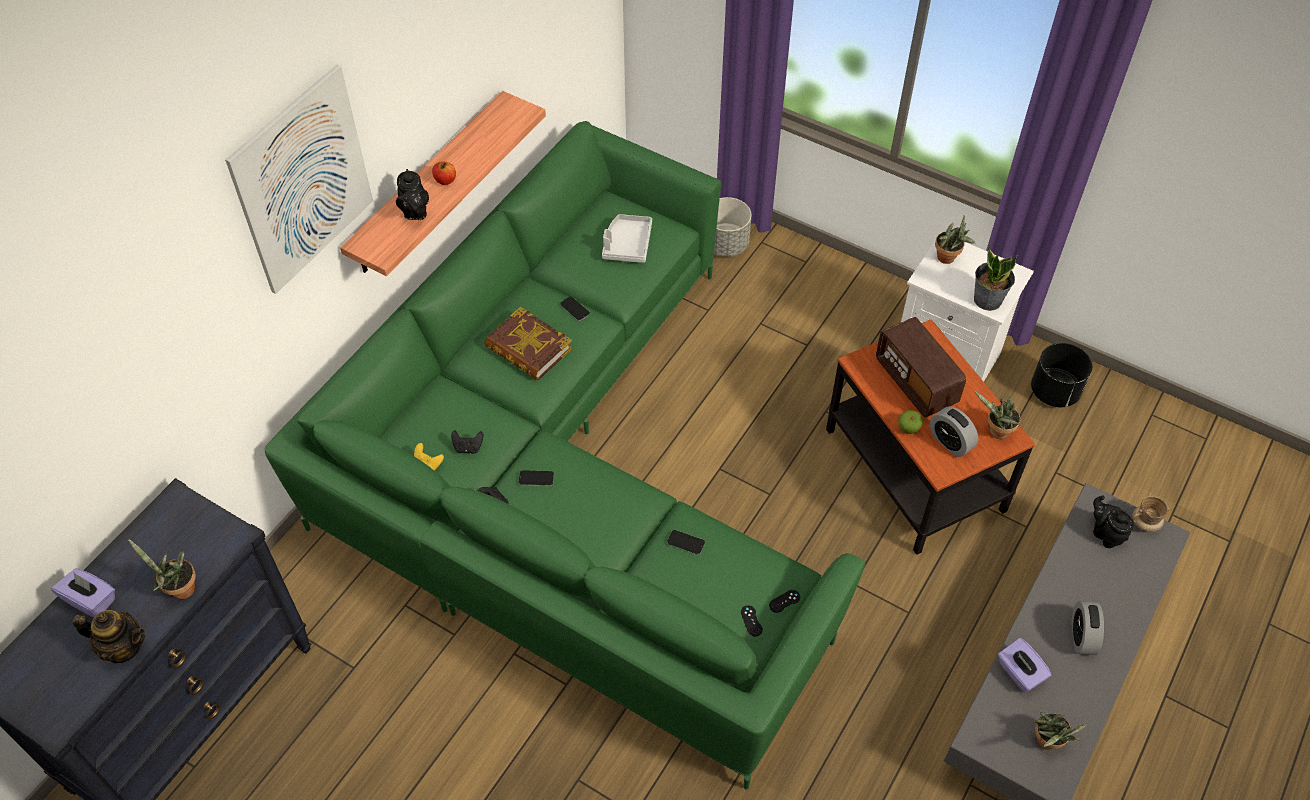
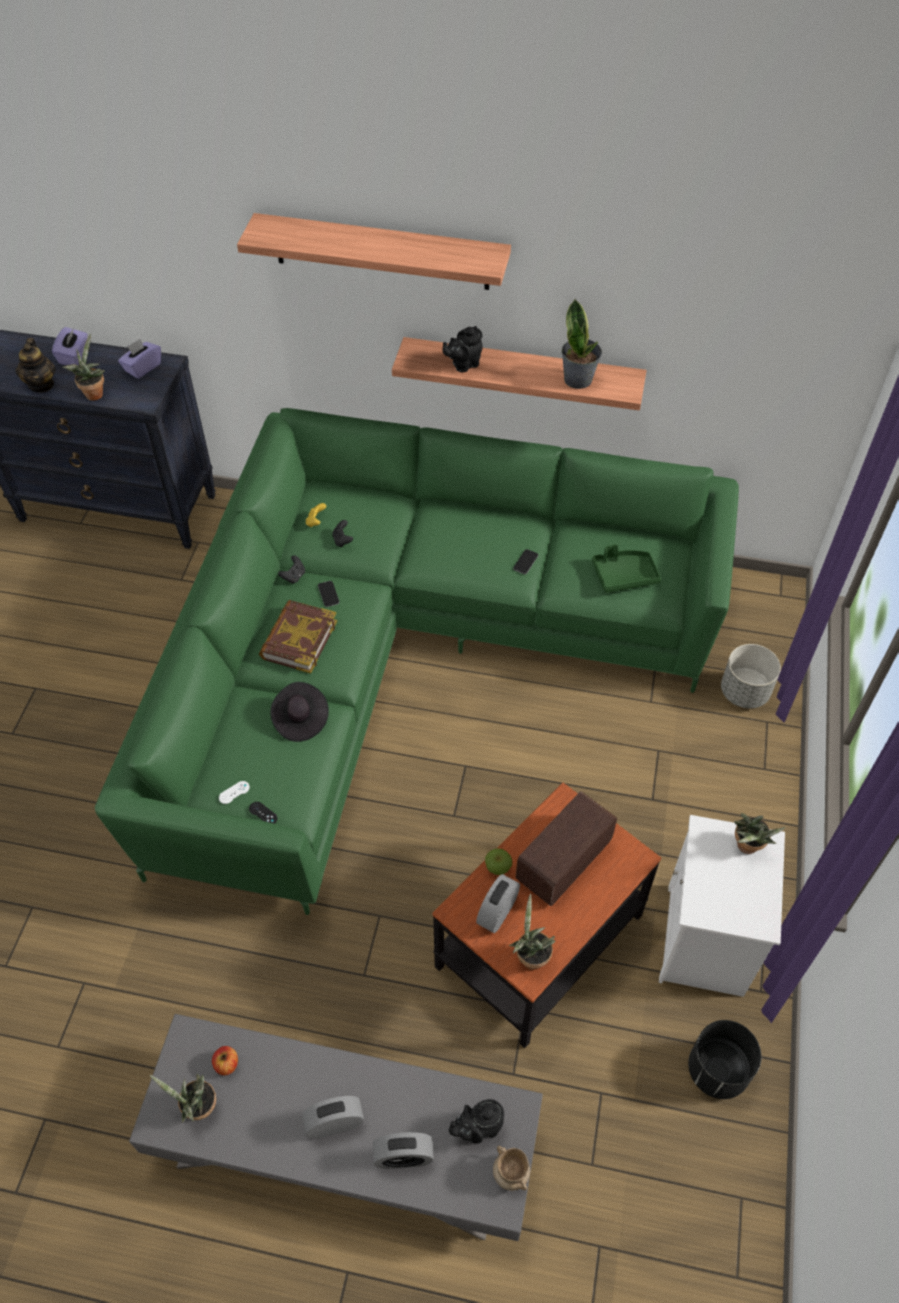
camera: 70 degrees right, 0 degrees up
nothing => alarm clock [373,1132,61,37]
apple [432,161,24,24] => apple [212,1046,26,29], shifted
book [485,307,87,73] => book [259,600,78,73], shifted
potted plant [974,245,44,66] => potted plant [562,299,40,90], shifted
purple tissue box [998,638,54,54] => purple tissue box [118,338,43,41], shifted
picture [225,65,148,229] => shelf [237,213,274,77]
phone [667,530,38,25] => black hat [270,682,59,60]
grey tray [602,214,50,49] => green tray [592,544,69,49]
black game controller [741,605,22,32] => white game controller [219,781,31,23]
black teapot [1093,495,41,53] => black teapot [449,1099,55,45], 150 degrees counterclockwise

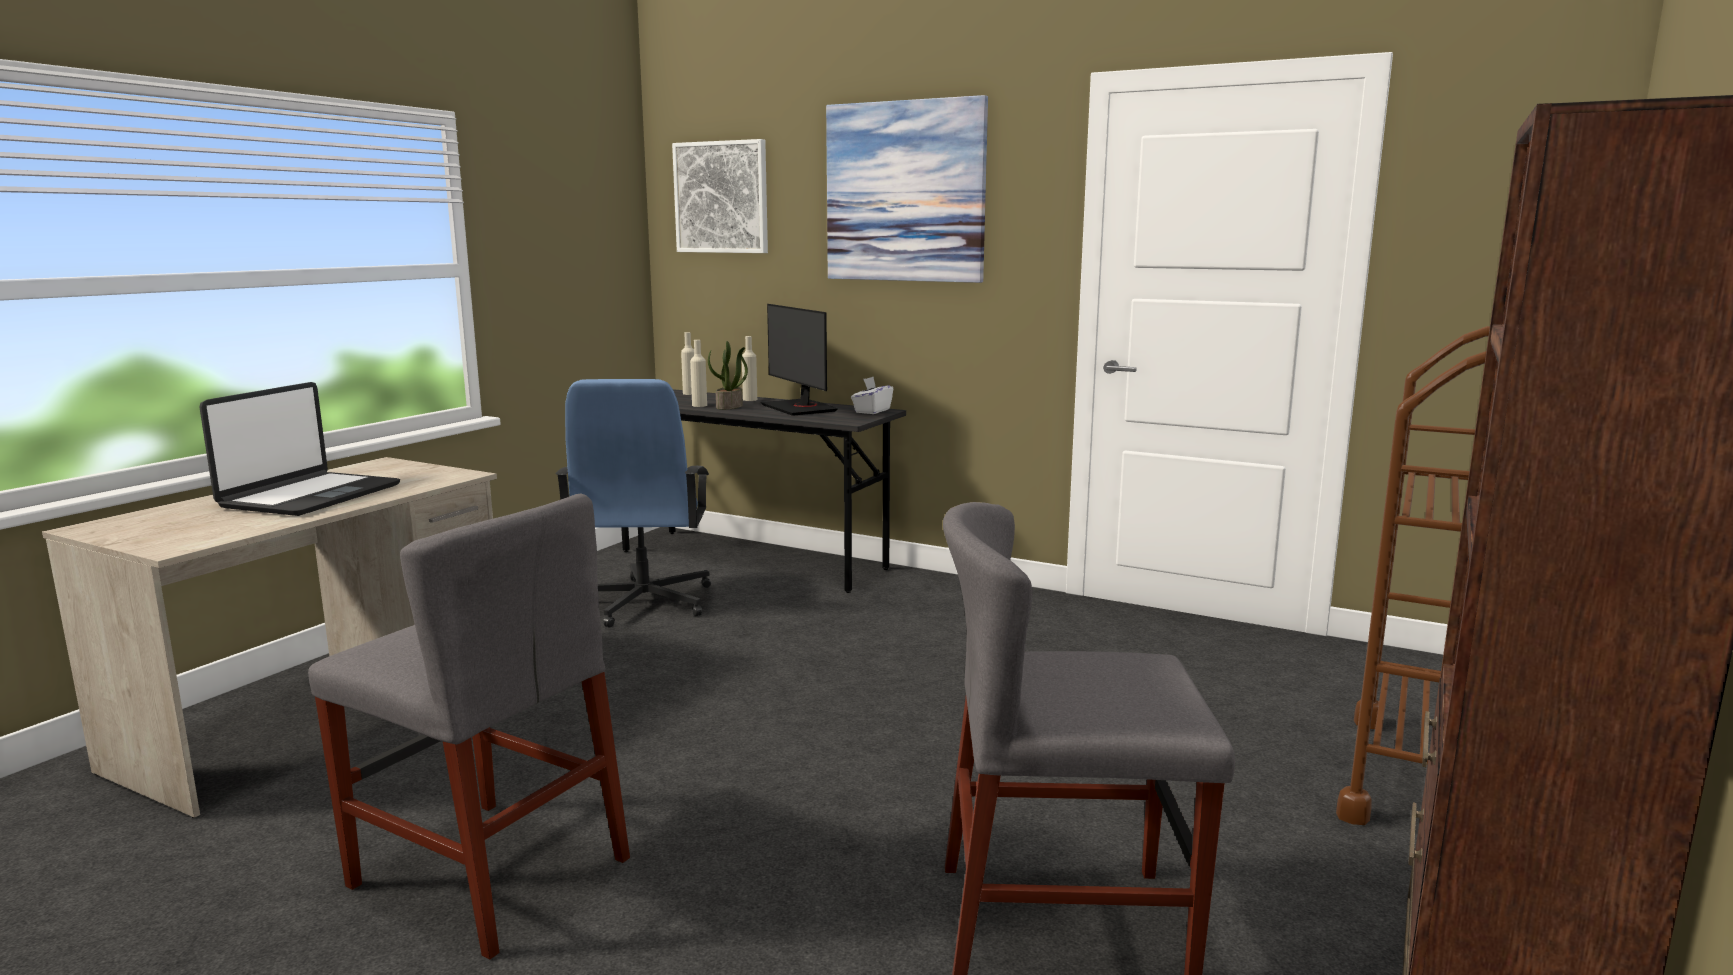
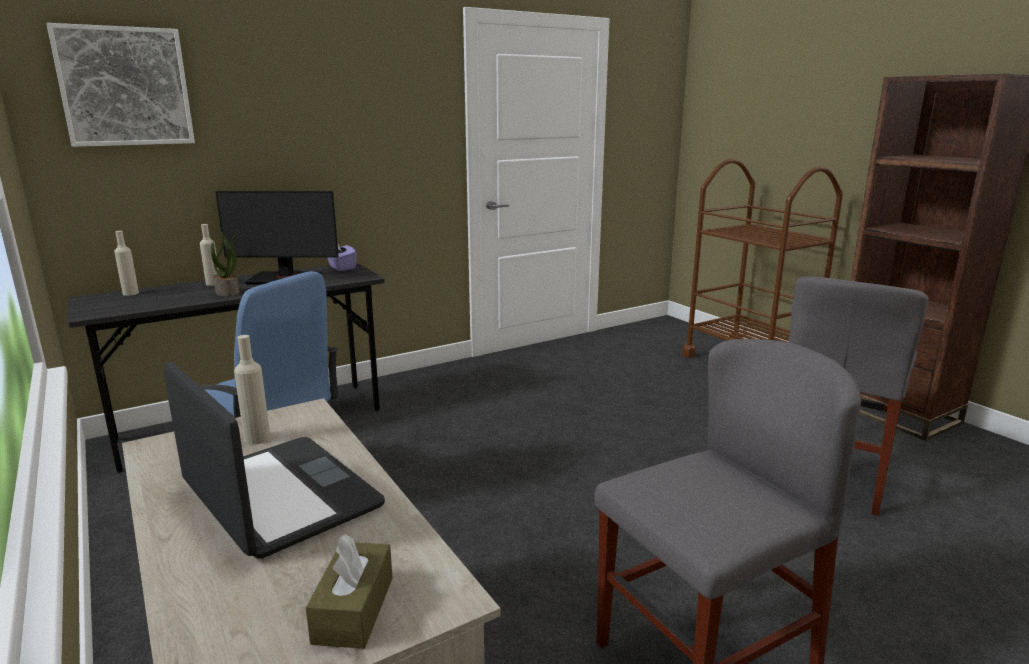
camera: 60 degrees left, 5 degrees up
picture [826,95,162,188] => nothing
nothing => brown tissue box [306,534,87,115]
beige bottle [690,340,17,67] => beige bottle [234,335,36,110], shifted
white tissue box [851,377,42,37] => purple tissue box [328,244,29,27]

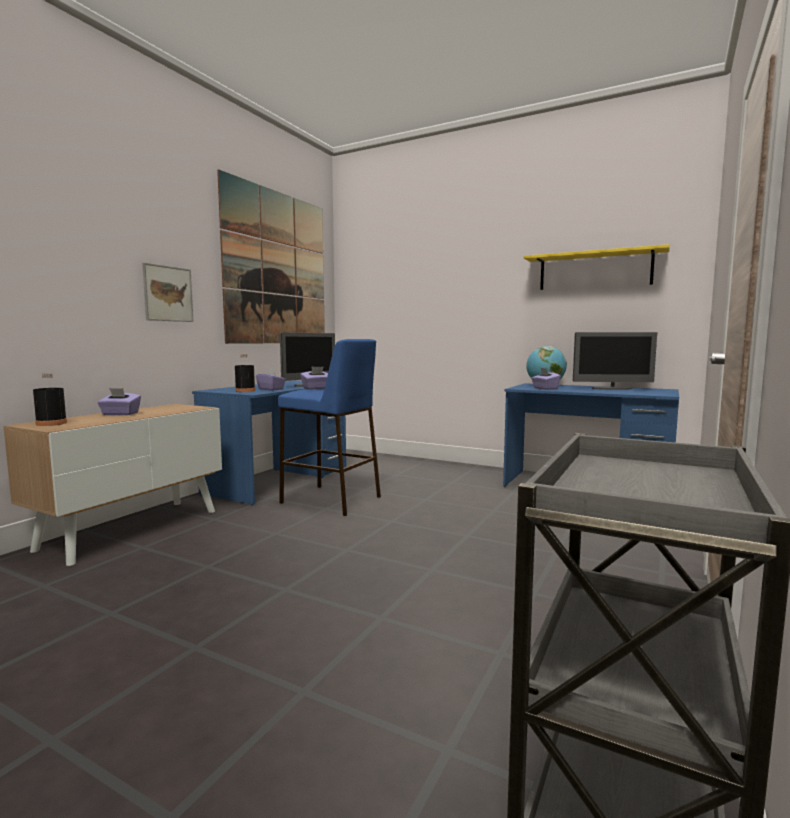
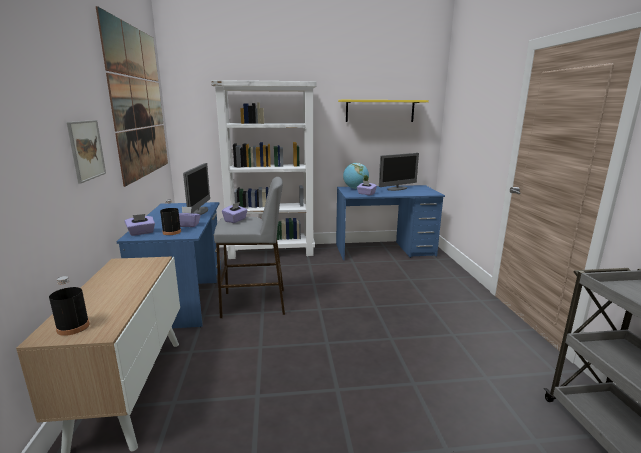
camera: 35 degrees left, 10 degrees up
nothing => white bookcase [211,80,105,179]
purple tissue box [97,388,44,27] => purple tissue box [125,214,30,22], shifted
blue stool [278,339,103,177] => grey stool [214,177,71,141]

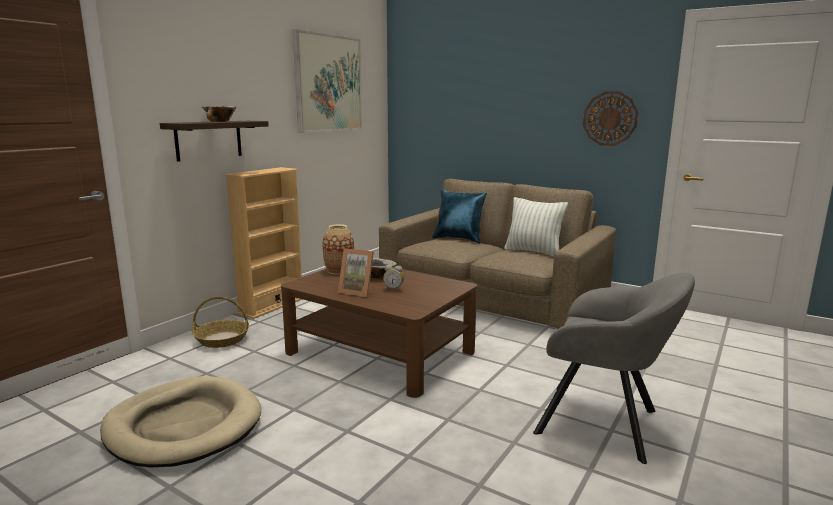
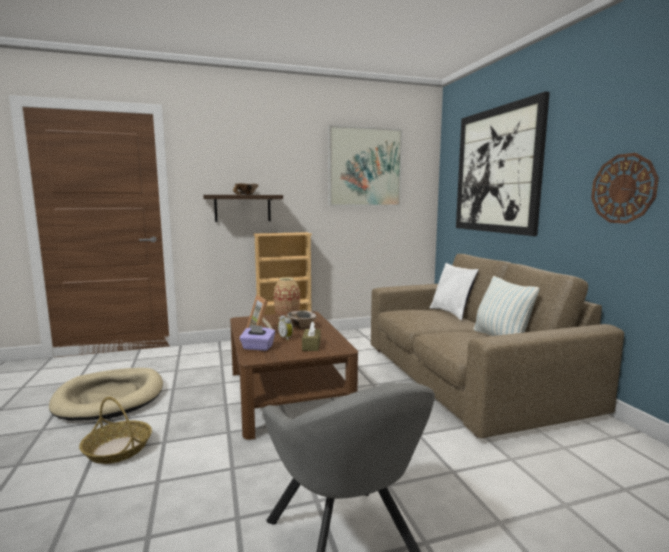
camera: 40 degrees right, 5 degrees down
nothing => purple tissue box [239,325,36,26]
nothing => brown tissue box [302,321,18,30]
nothing => picture [456,91,94,145]
basket [192,297,57,51] => basket [79,397,73,67], shifted
blue pillow [432,190,55,53] => white pillow [430,263,49,57]

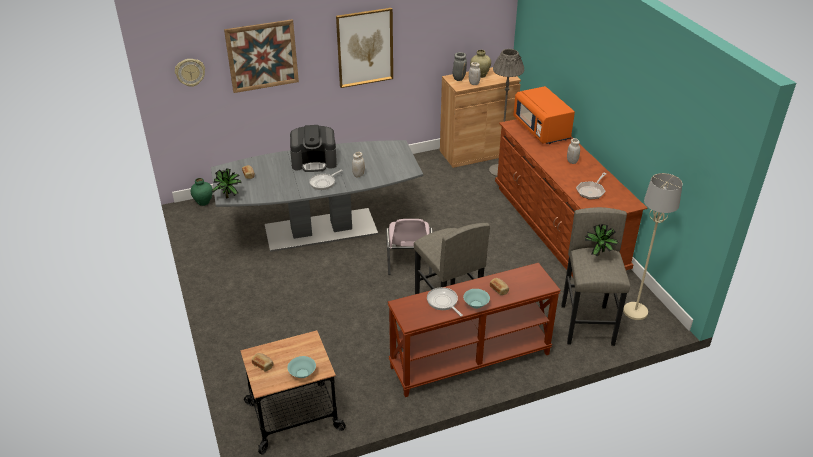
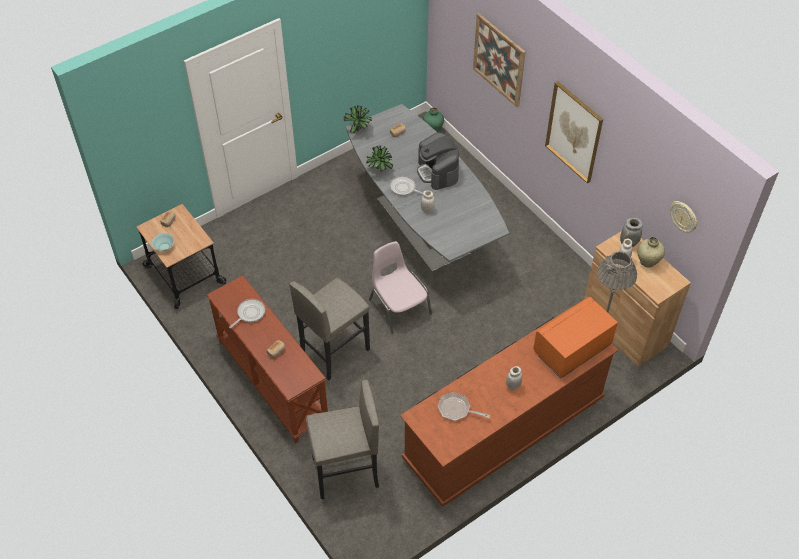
camera: 75 degrees right, 15 degrees up
turquoise bowl [463,289,27,20] => nothing
beige floor lamp [623,173,60,147] => nothing
wall clock [175,59,30,28] => wall clock [670,201,28,32], shifted
potted plant [585,224,34,33] => potted plant [366,146,27,26], shifted
pink chair [386,219,47,56] => pink chair [369,241,63,93], 75 degrees clockwise

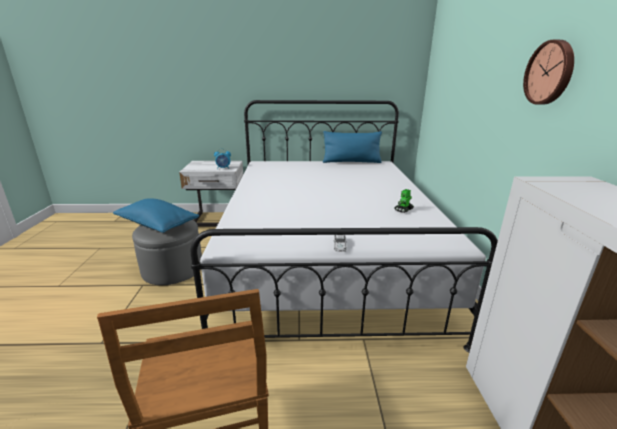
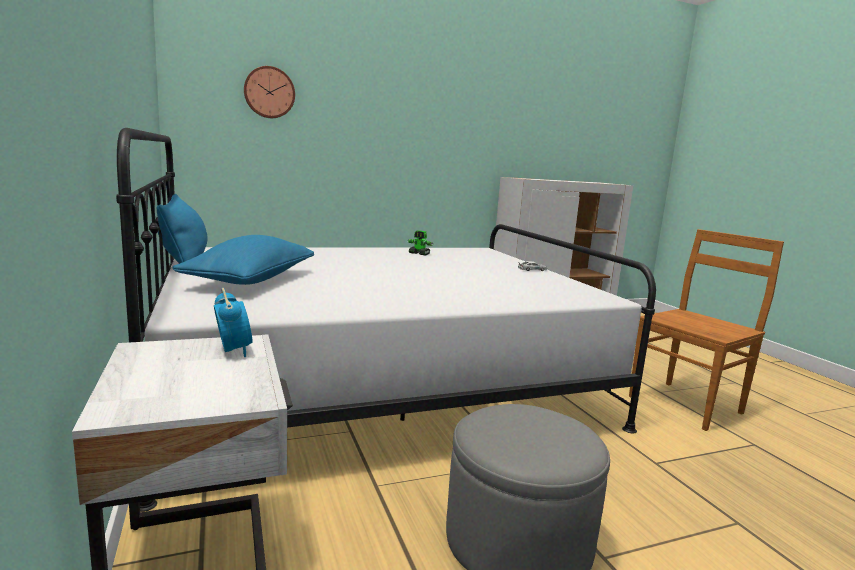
camera: 110 degrees left, 10 degrees down
blue pillow [113,198,86,35] => blue pillow [172,235,142,50], shifted
wall clock [523,40,51,65] => wall clock [244,66,51,52], shifted

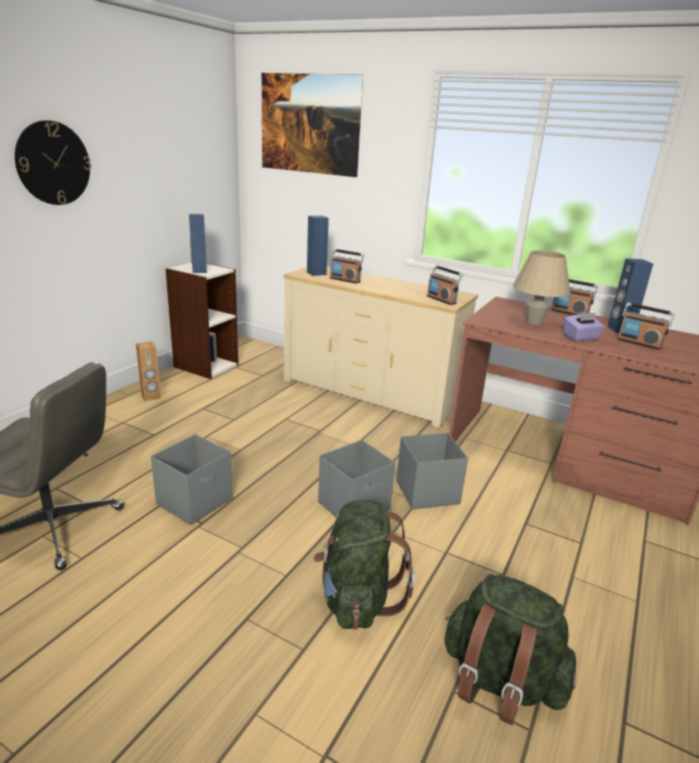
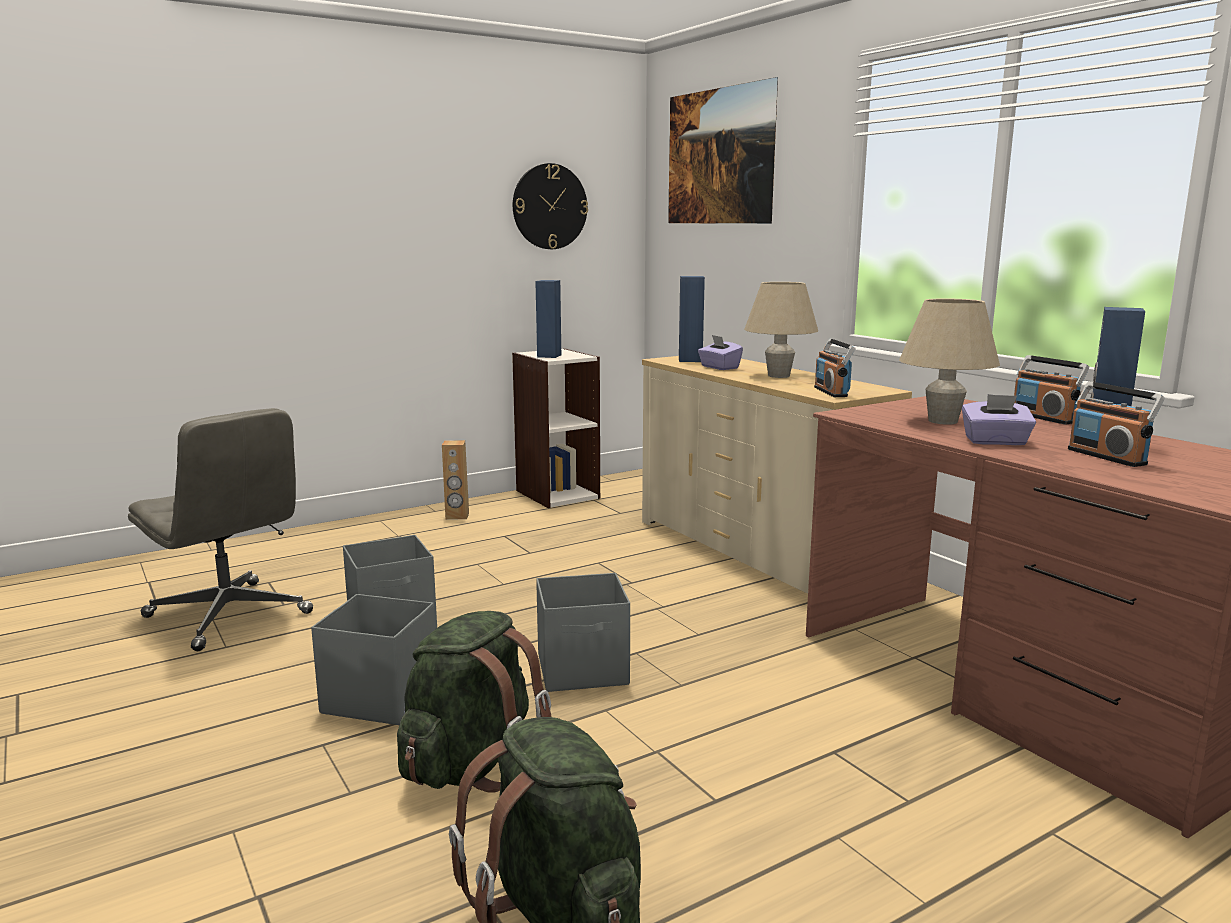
camera: 30 degrees right, 10 degrees down
nothing => beige table lamp [744,282,74,96]
wall clock [15,120,76,85] => wall clock [513,163,75,86], shifted
grey storage box [396,433,72,76] => grey storage box [311,594,124,131], shifted
radio [330,249,34,35] => purple tissue box [698,335,45,35]

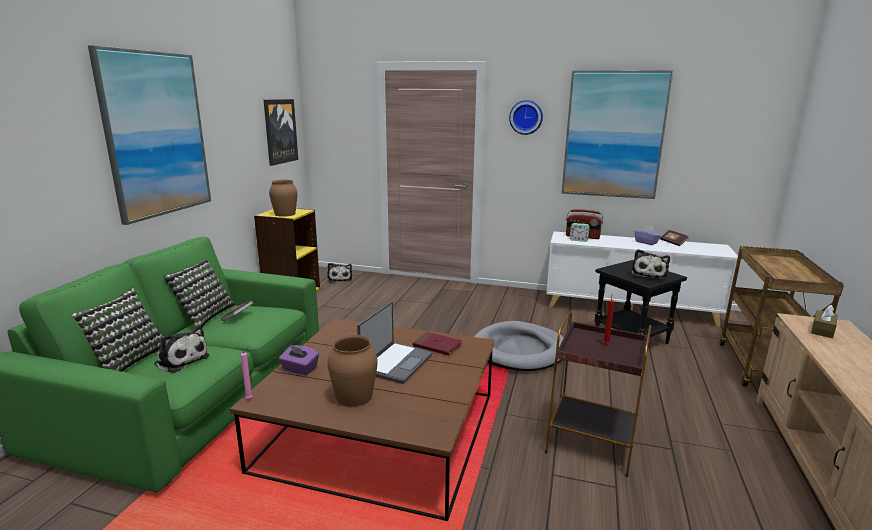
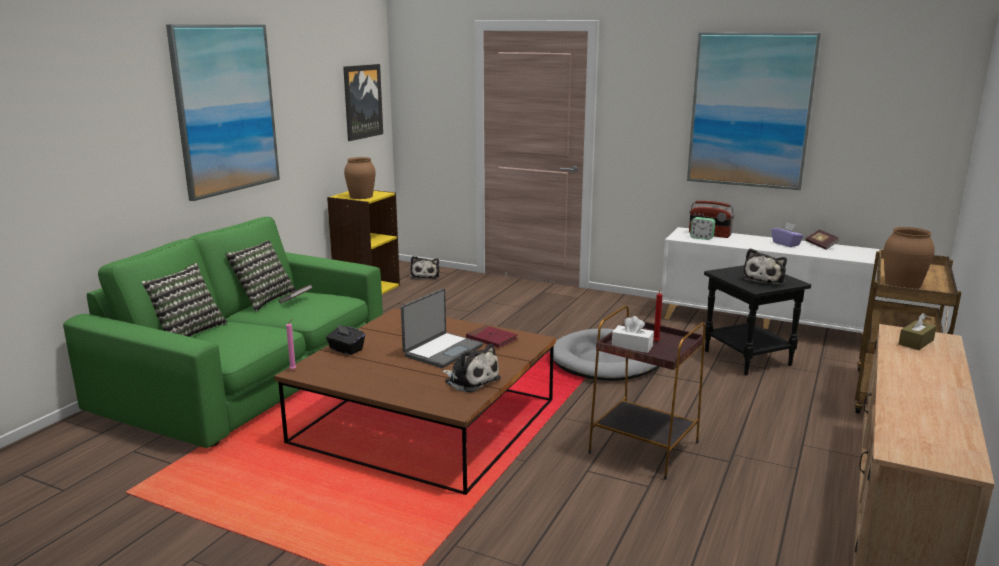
camera: 10 degrees right, 0 degrees up
wall clock [509,100,34,35] => nothing
nothing => white tissue box [612,316,42,37]
plush toy [154,326,55,47] => plush toy [442,344,59,49], shifted
brown vase [327,335,50,72] => brown vase [884,227,51,62], shifted
purple tissue box [279,345,40,30] => black tissue box [326,324,39,31]

